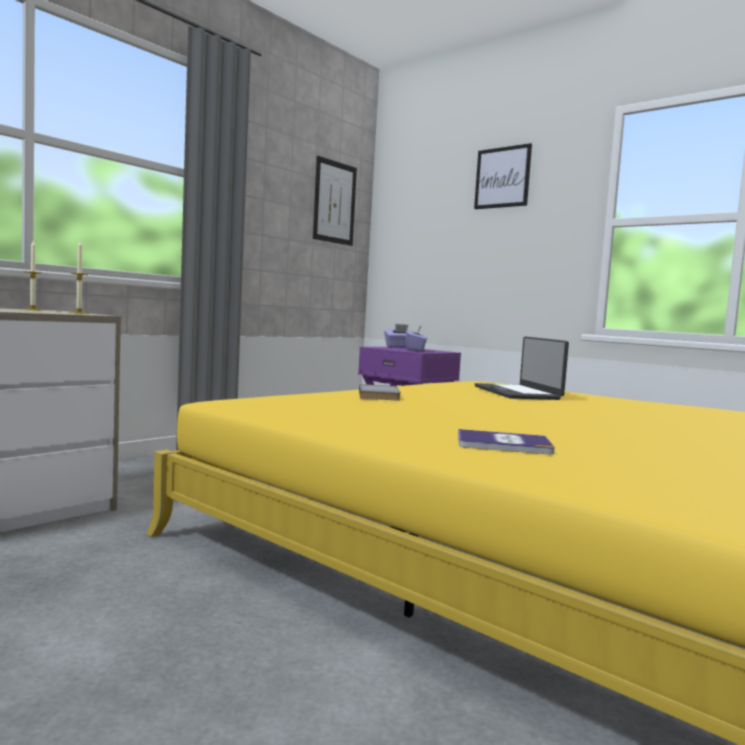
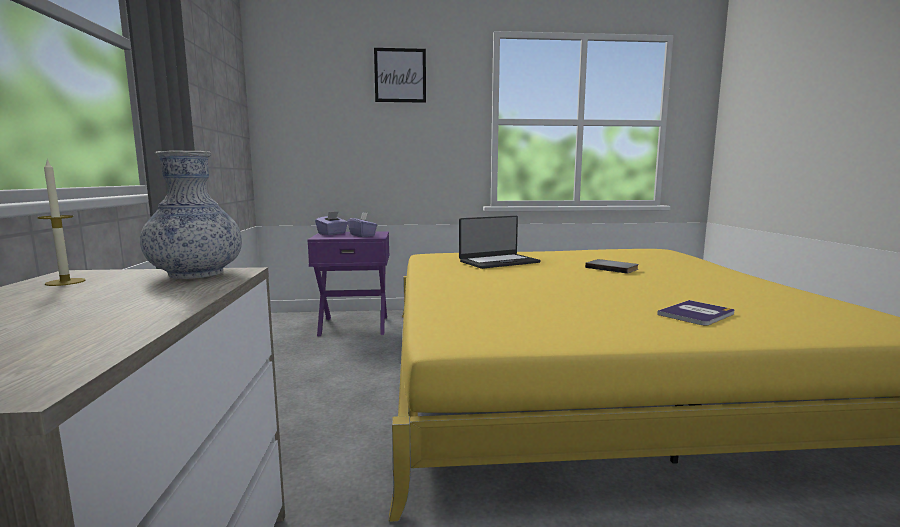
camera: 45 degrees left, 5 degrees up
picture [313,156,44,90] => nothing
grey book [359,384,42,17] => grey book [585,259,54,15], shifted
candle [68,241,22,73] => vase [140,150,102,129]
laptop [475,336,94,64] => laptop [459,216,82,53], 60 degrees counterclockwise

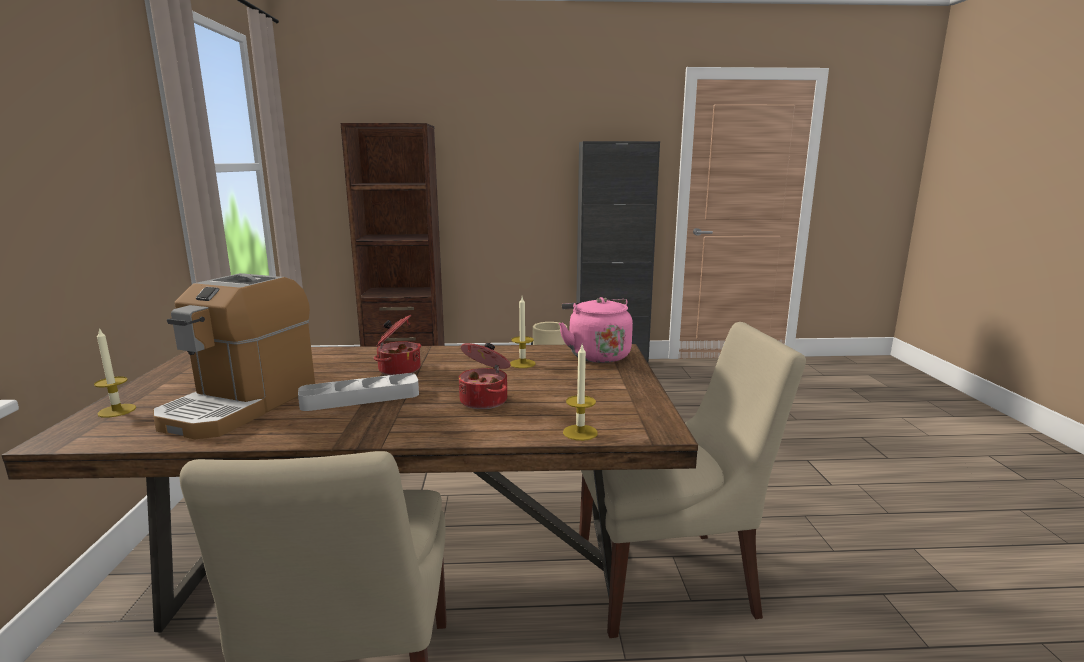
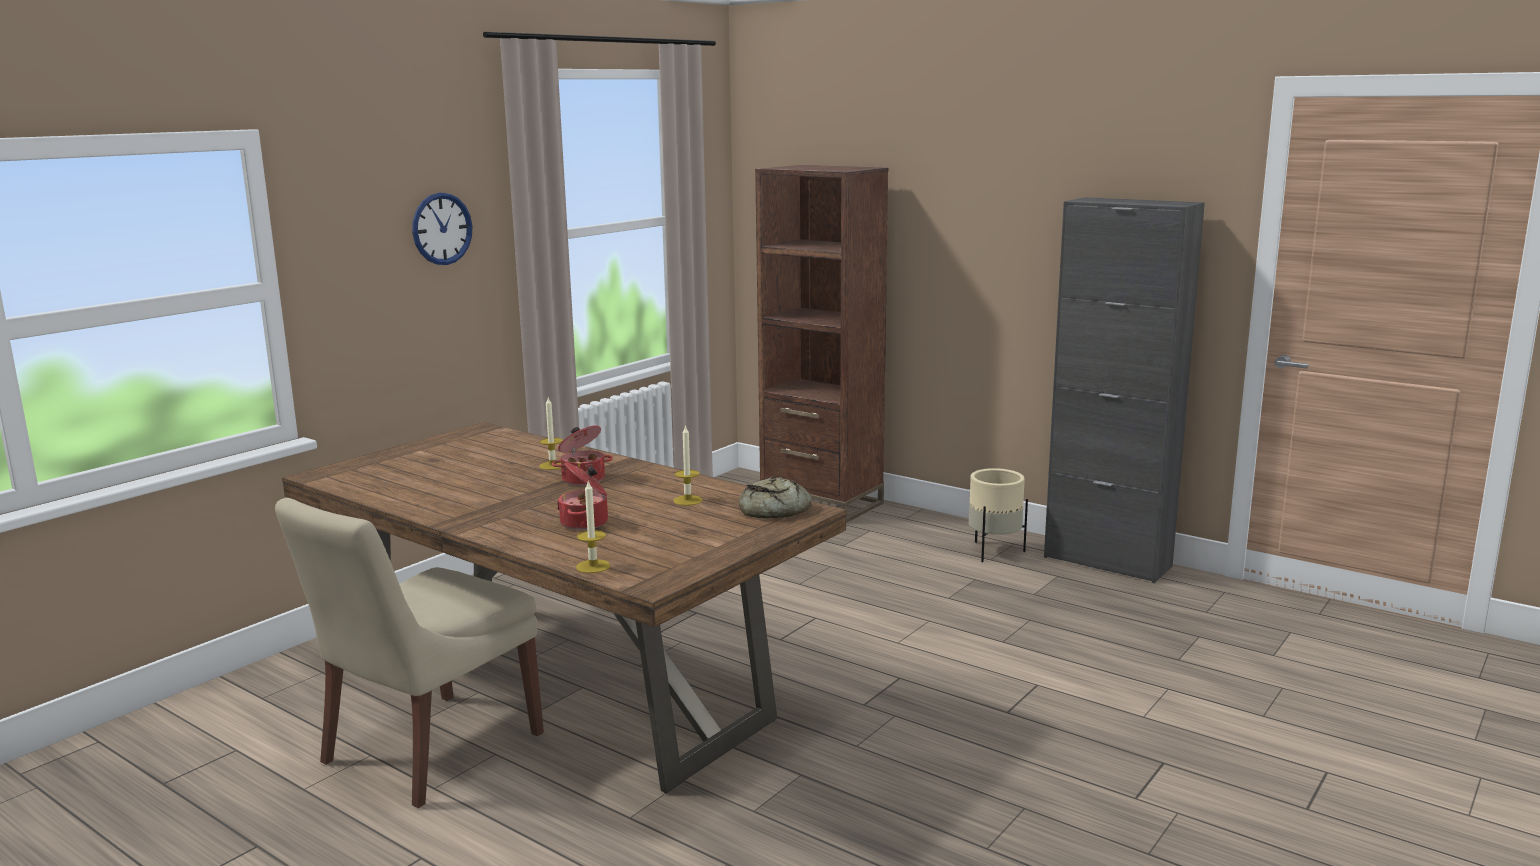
camera: 40 degrees right, 0 degrees up
coffee machine [153,273,162,166] => nothing
grey tray [298,373,121,38] => nothing
beige chair [579,322,227,316] => nothing
nothing => wall clock [412,193,60,72]
candle [94,328,42,90] => candle [539,398,24,72], shifted
pink kettle [559,297,74,66] => bread [739,476,73,42]

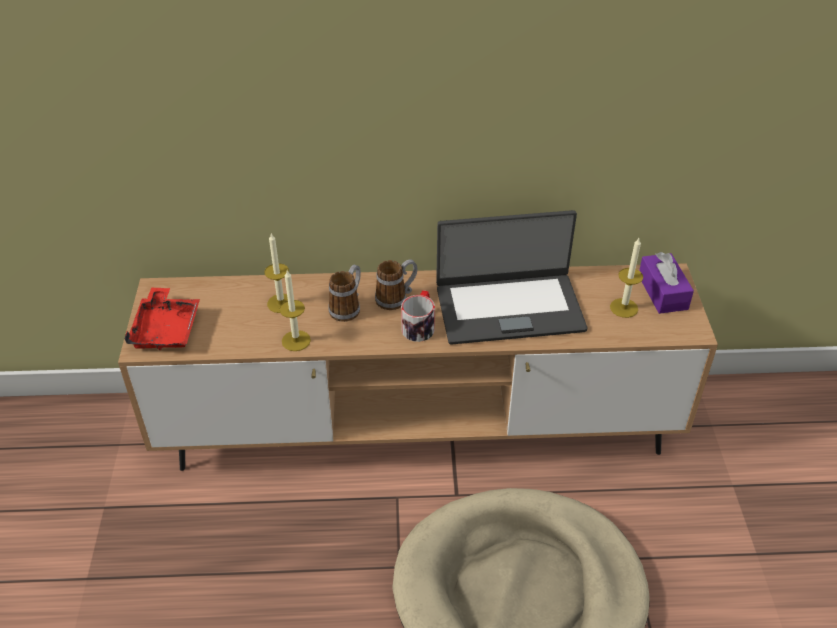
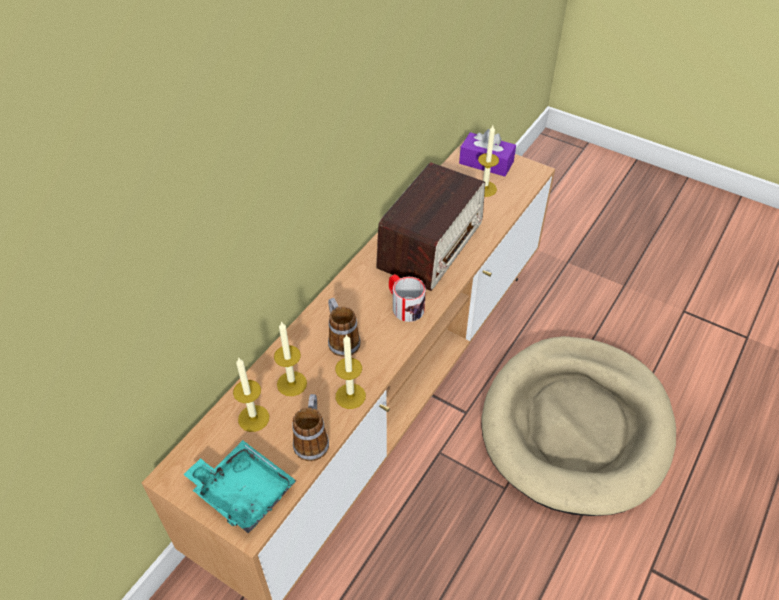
camera: 55 degrees left, 5 degrees up
nothing => candle [233,357,36,75]
mug [375,259,42,51] => mug [292,394,37,67], shifted
laptop [436,210,152,135] => radio [376,162,109,129]
red tray [124,287,76,63] => turquoise tray [183,440,113,93]

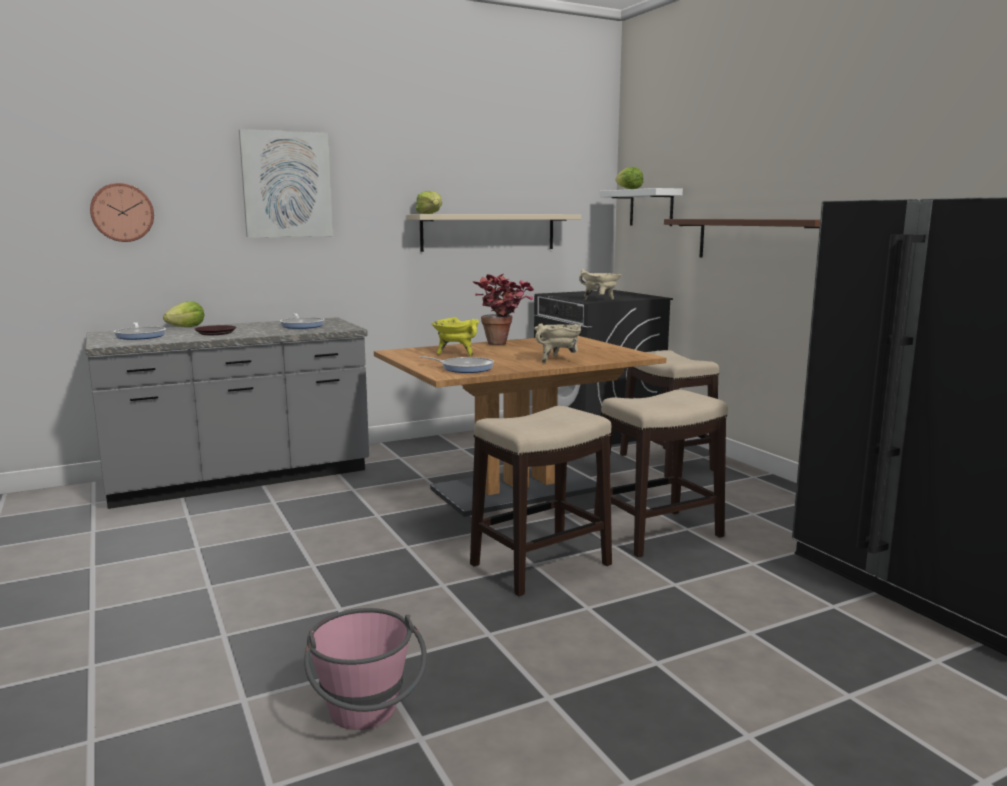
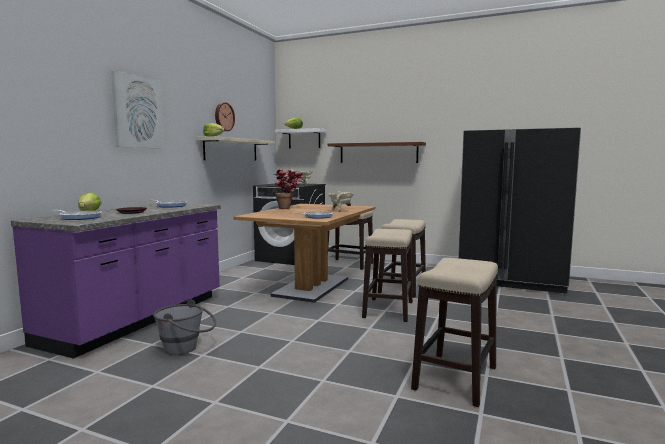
camera: 40 degrees left, 5 degrees down
yellow cooking pot [432,317,47,39] => nothing
nothing => grey bucket [153,299,63,56]
wall clock [90,183,64,59] => wall clock [215,102,20,29], shifted
pink bucket [304,608,123,122] => stool [411,258,87,149]
grey counter [85,317,284,192] => purple counter [11,203,210,156]

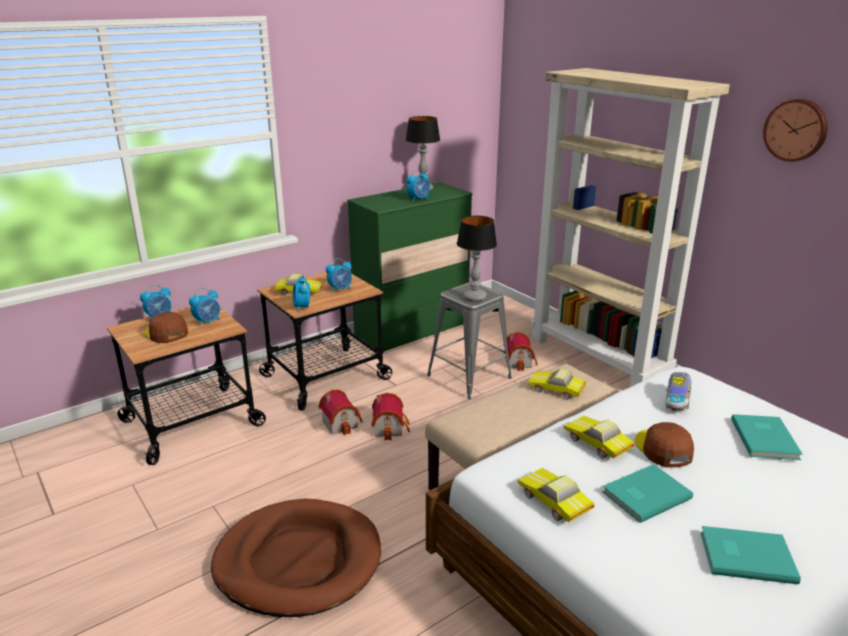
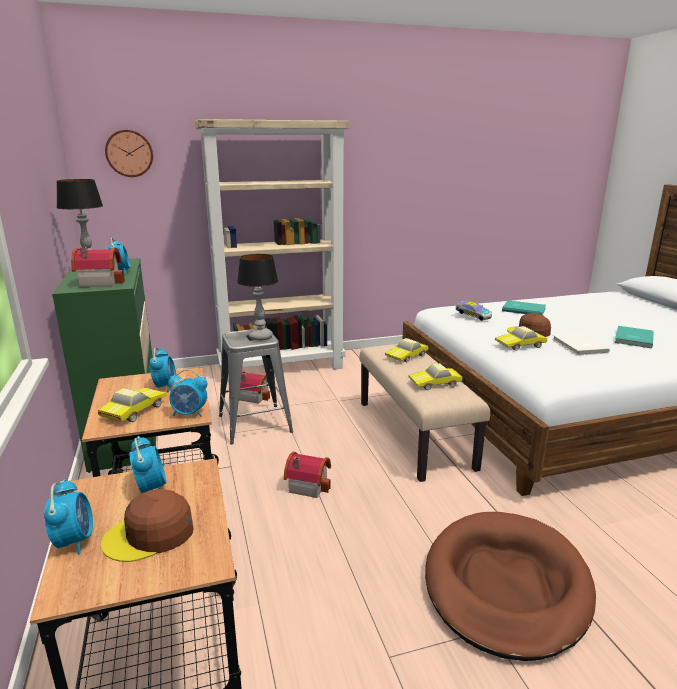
camera: 70 degrees left, 5 degrees down
toy house [318,390,45,45] => toy house [71,247,54,40], shifted
toy car [518,468,76,54] => toy car [408,363,54,27], shifted
wall clock [763,99,65,63] => wall clock [105,130,48,47], shifted
turquoise book [602,464,91,59] => white book [552,333,58,23]

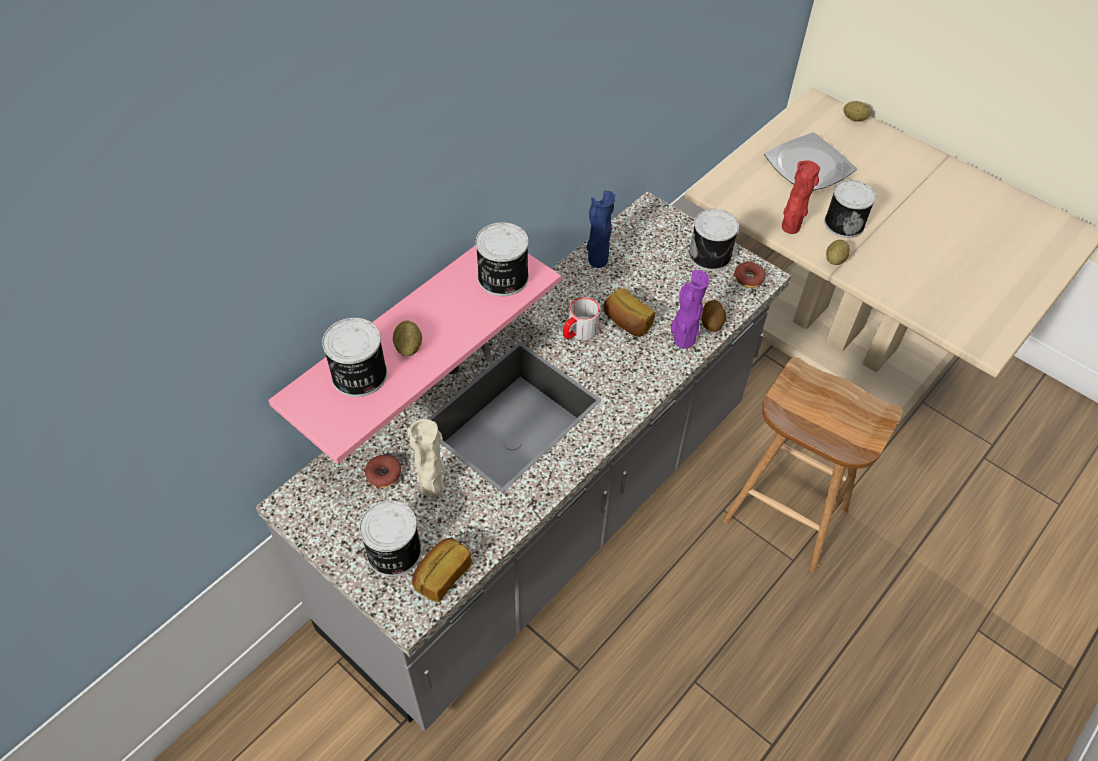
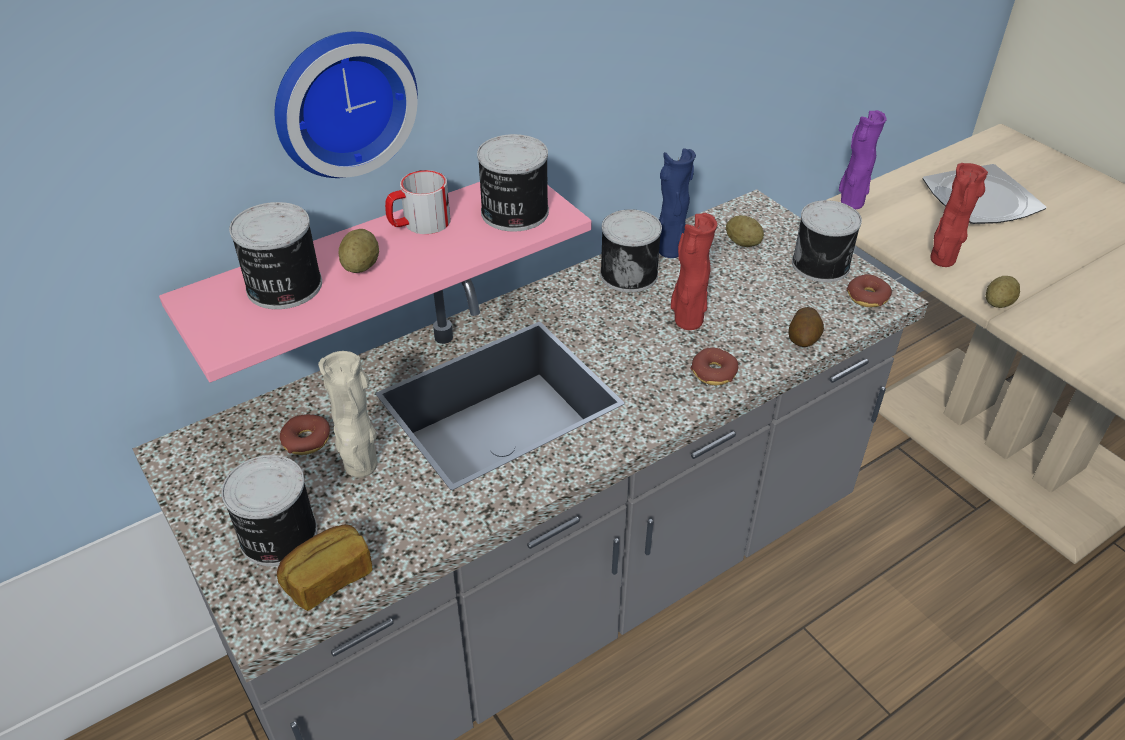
camera: 15 degrees right, 10 degrees down
brown stool [723,357,180,215] => nothing
nothing => wall clock [275,32,143,146]
nothing => donut [690,347,48,39]
mug [563,297,37,43] => mug [385,170,65,64], shifted
purple vase [671,270,38,79] => purple vase [839,110,48,99], shifted
can [824,180,52,58] => can [600,209,62,83], shifted
potato [844,101,26,21] => potato [726,215,38,32], shifted
bread [603,288,52,49] => red vase [671,213,46,117]

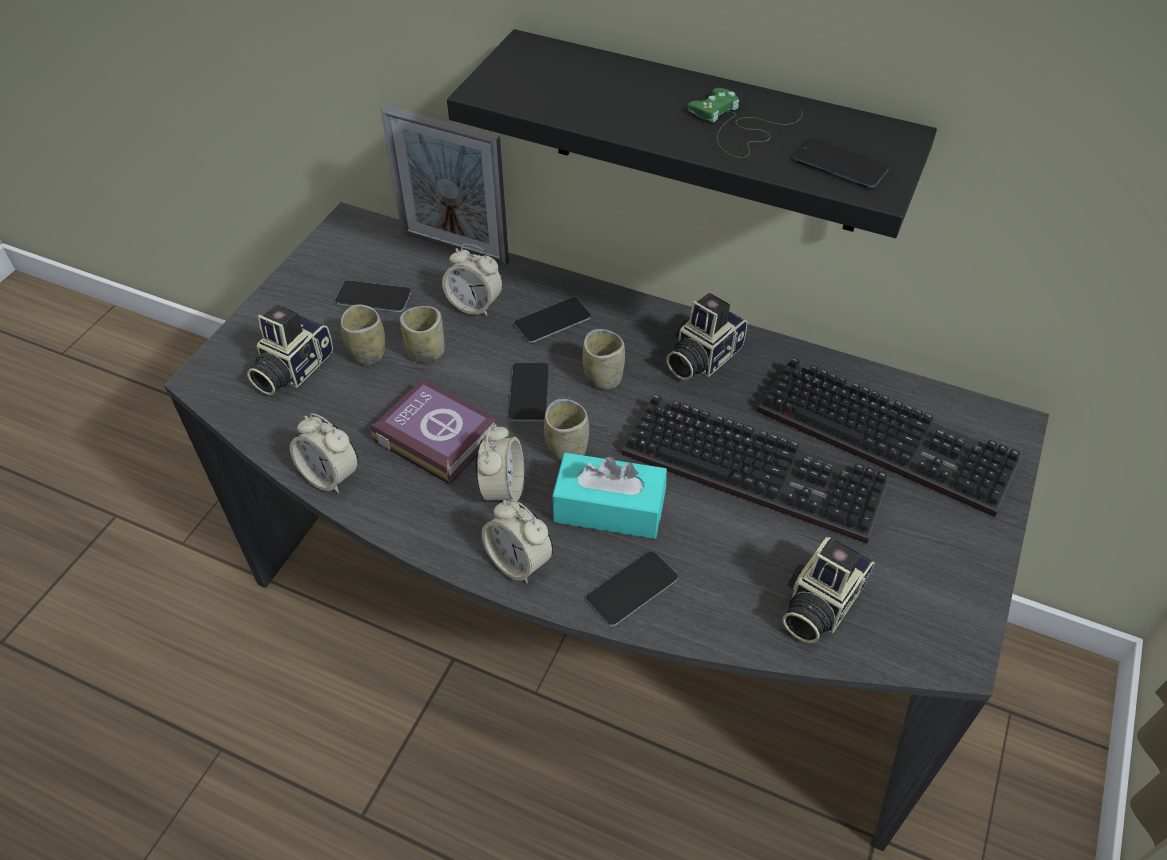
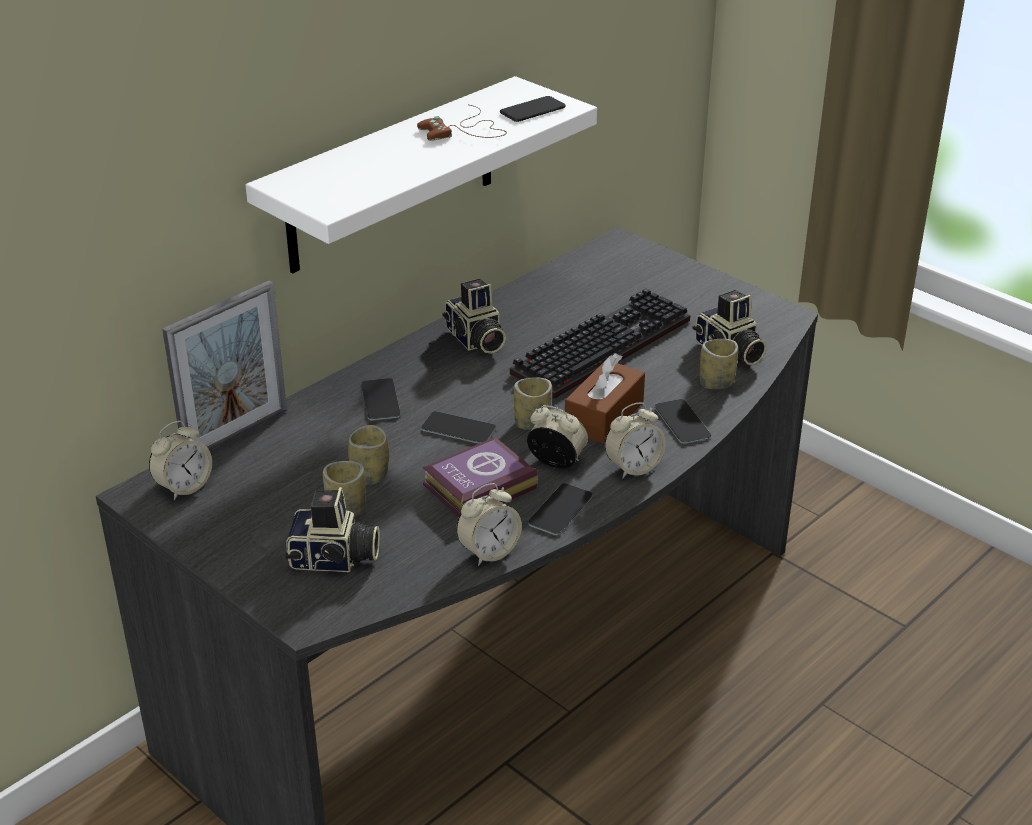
camera: 70 degrees left, 15 degrees down
keyboard [757,357,264,160] => nothing
phone [335,280,76,32] => phone [528,484,65,51], shifted
alarm clock [442,244,61,72] => alarm clock [149,421,63,80], shifted
cup [583,329,42,61] => cup [700,339,38,50], shifted
black shelf [447,29,490,209] => white shelf [245,76,352,197]
turquoise tissue box [552,453,115,86] => brown tissue box [565,353,80,91]
green game controller [688,88,115,70] => brown game controller [417,105,90,36]
photo camera [247,304,86,91] => photo camera [285,487,95,85], 45 degrees counterclockwise

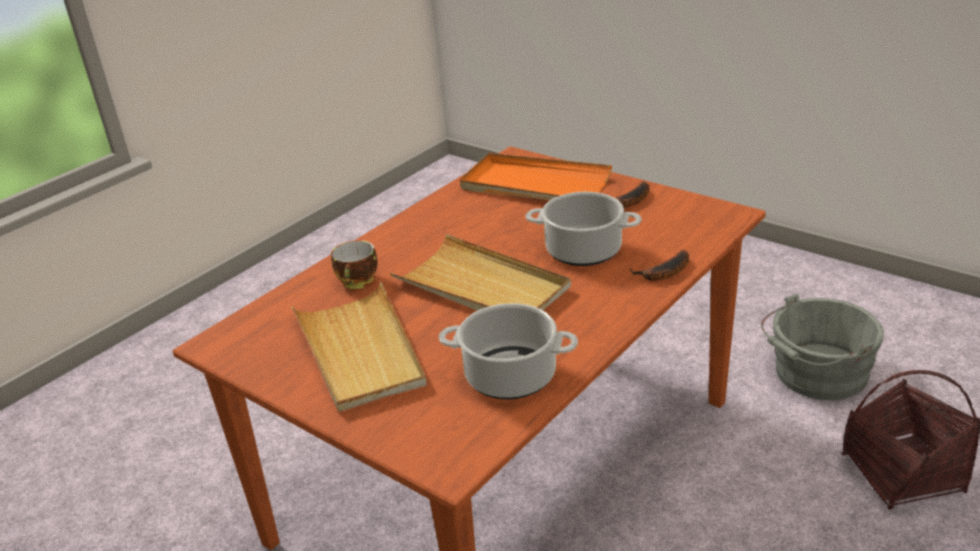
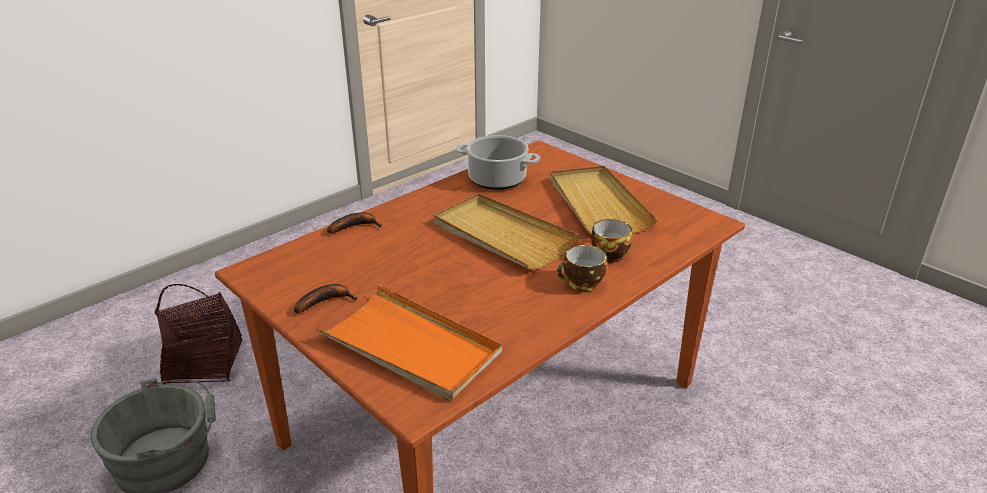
camera: 175 degrees left, 0 degrees up
cooking pot [526,192,115,74] => nothing
nothing => cup [557,245,50,47]

